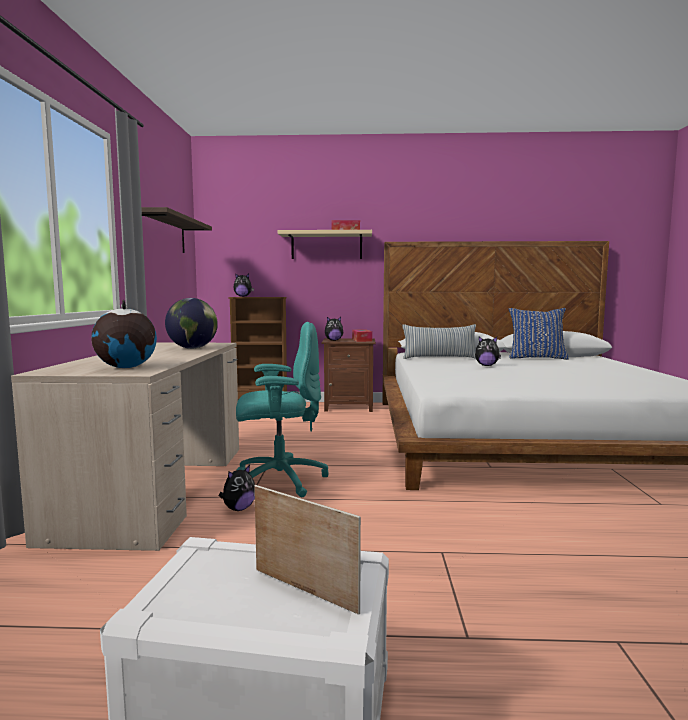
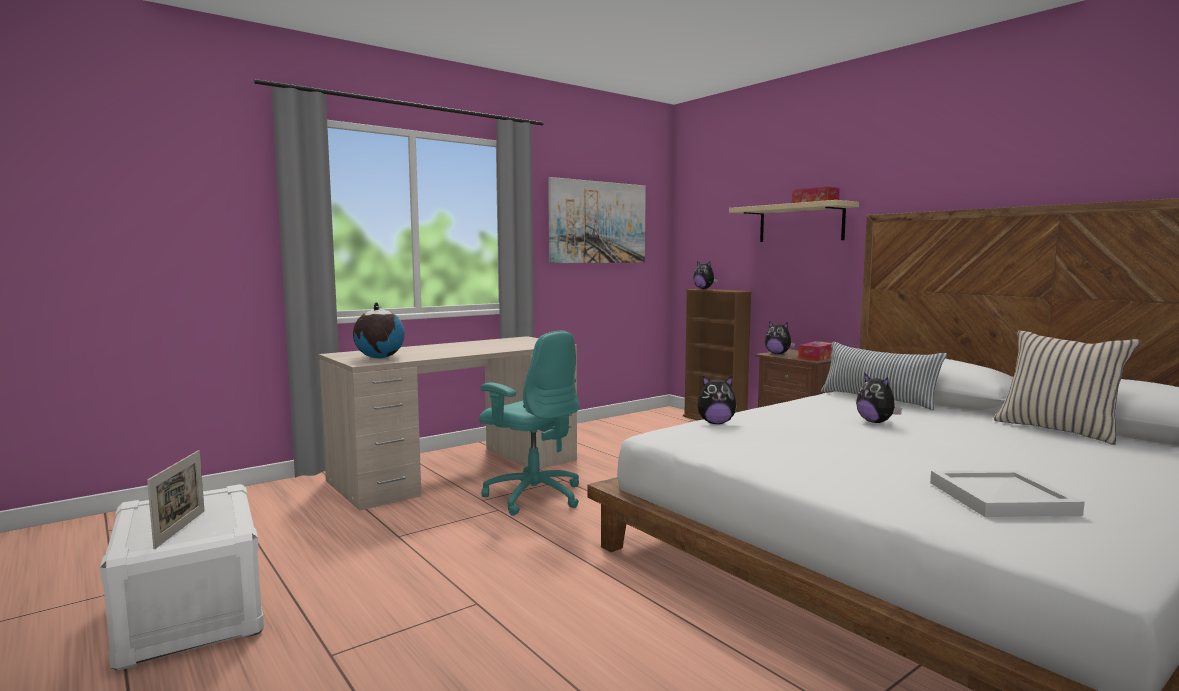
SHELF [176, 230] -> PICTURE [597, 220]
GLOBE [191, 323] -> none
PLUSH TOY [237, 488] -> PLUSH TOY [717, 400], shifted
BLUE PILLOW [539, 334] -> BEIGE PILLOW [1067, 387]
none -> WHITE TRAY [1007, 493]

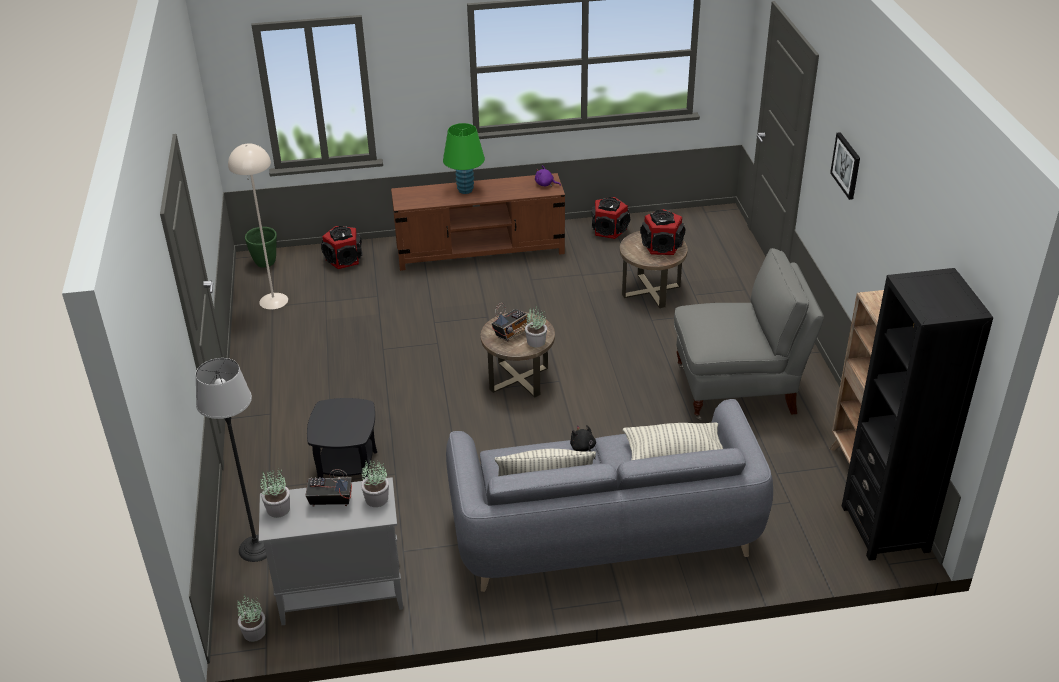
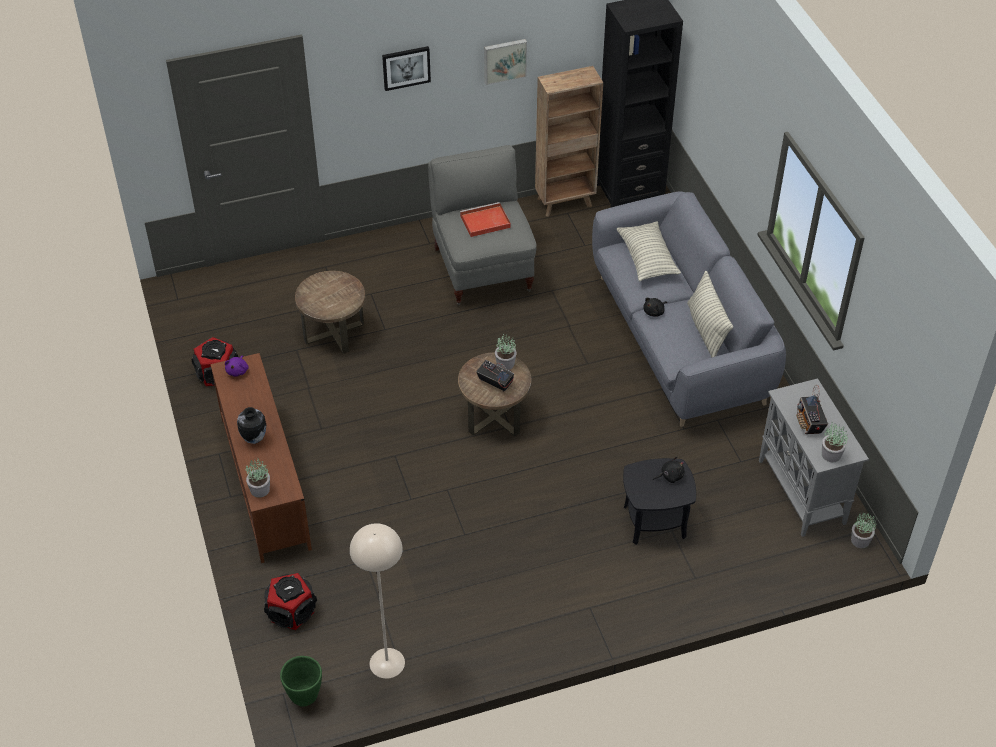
FLOOR LAMP [231, 460] -> none
POTTED PLANT [375, 483] -> POTTED PLANT [257, 478], shifted
GREEN TABLE LAMP [464, 158] -> VASE [251, 425]
SPEAKER [662, 232] -> none
none -> RED TRAY [485, 219]
none -> PICTURE [505, 62]
none -> BLACK PLUSH TOY [669, 470]

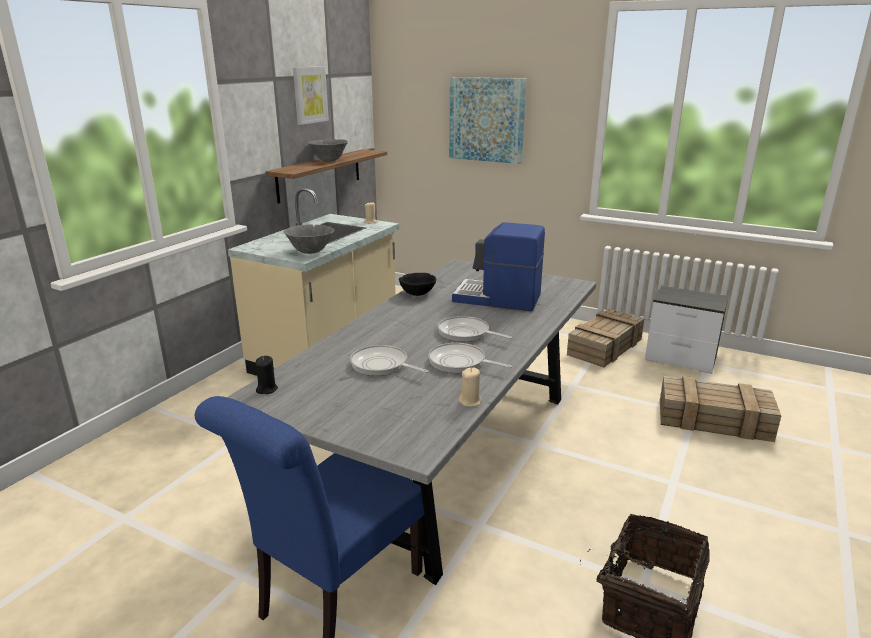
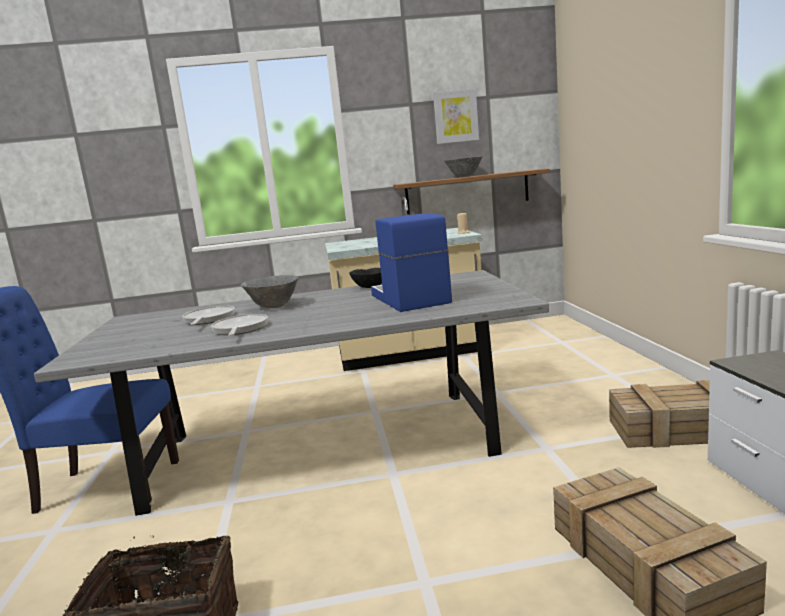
BLACK CANDLE [267, 375] -> none
GREY BOWL [309, 239] -> GREY BOWL [269, 291], shifted
FRYING PAN [475, 329] -> none
PICTURE [488, 120] -> none
BEIGE CANDLE [470, 387] -> none

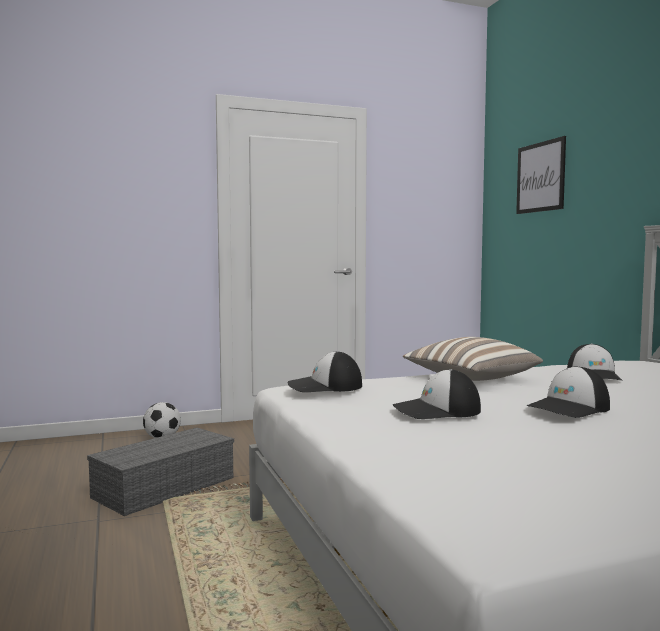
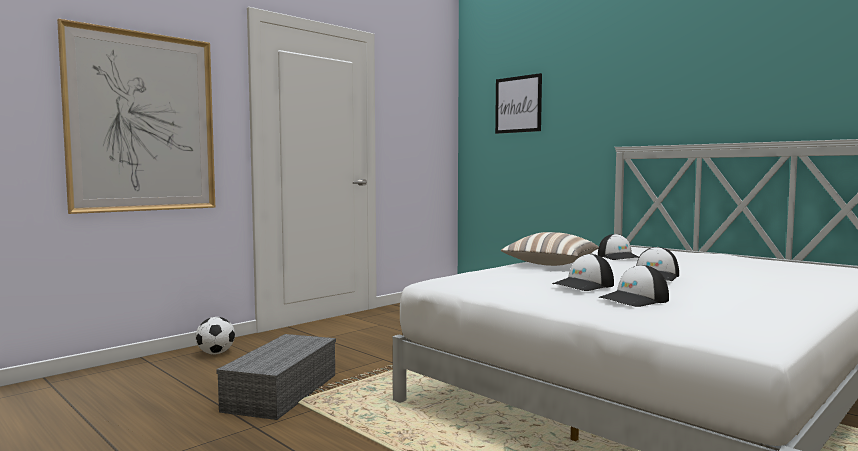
CAP [325, 371] -> CAP [633, 286], shifted
none -> PICTURE [136, 116]

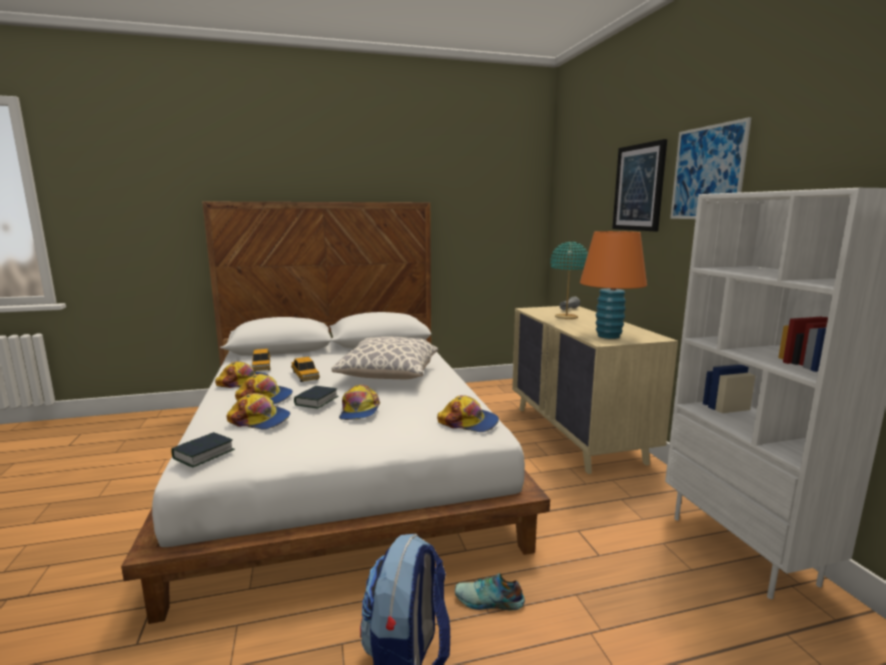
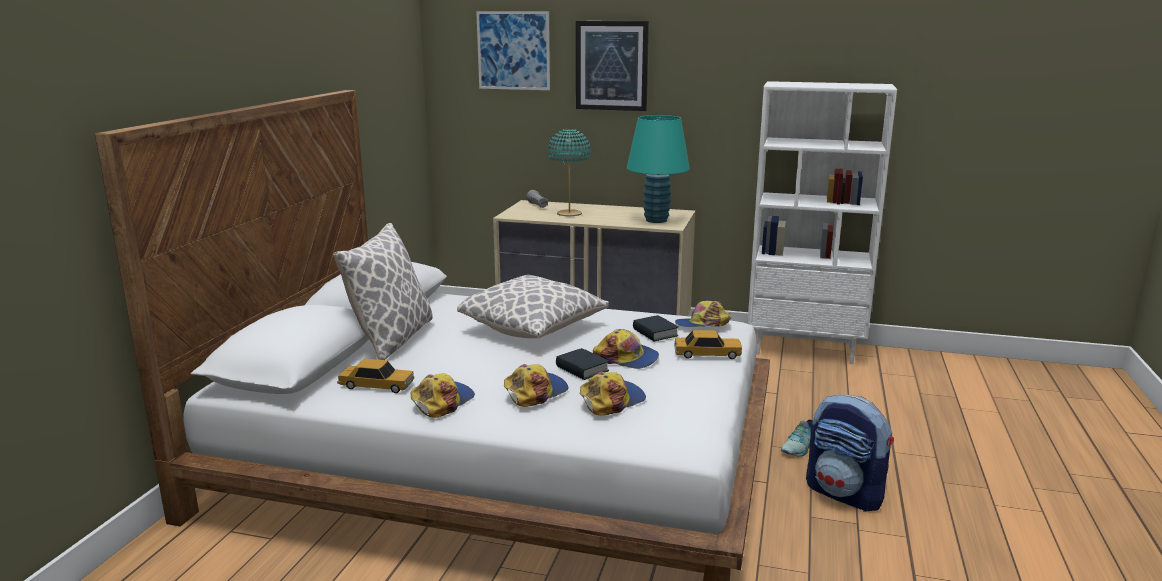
BOOK [203, 449] -> BOOK [656, 328], shifted
TOY CAR [305, 369] -> TOY CAR [708, 344], shifted
CAP [468, 413] -> CAP [703, 314], 150 degrees counterclockwise
ORANGE TABLE LAMP [613, 285] -> TURQUOISE TABLE LAMP [658, 169]
PICTURE [711, 168] -> PICTURE [513, 50], shifted
none -> PILLOW [383, 291]

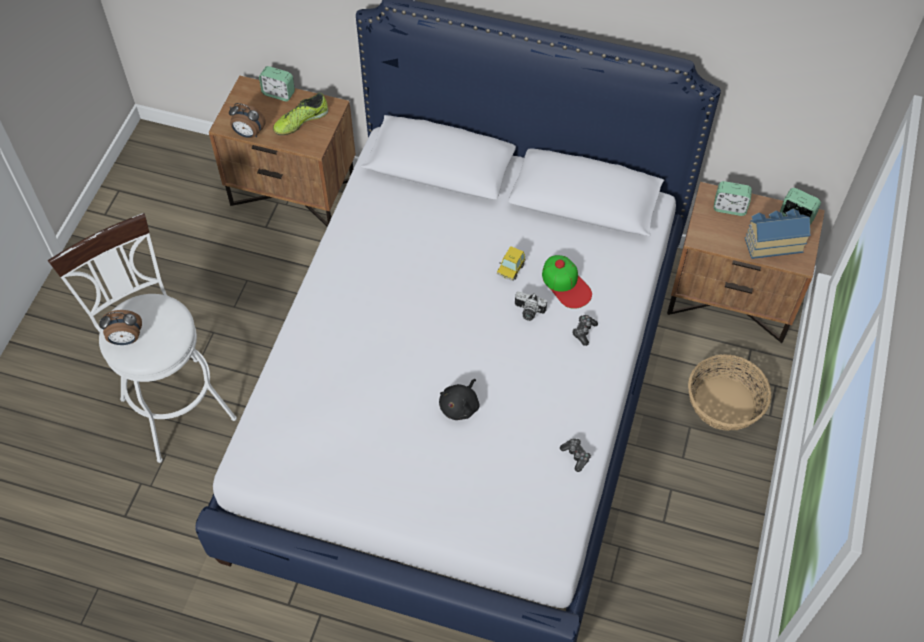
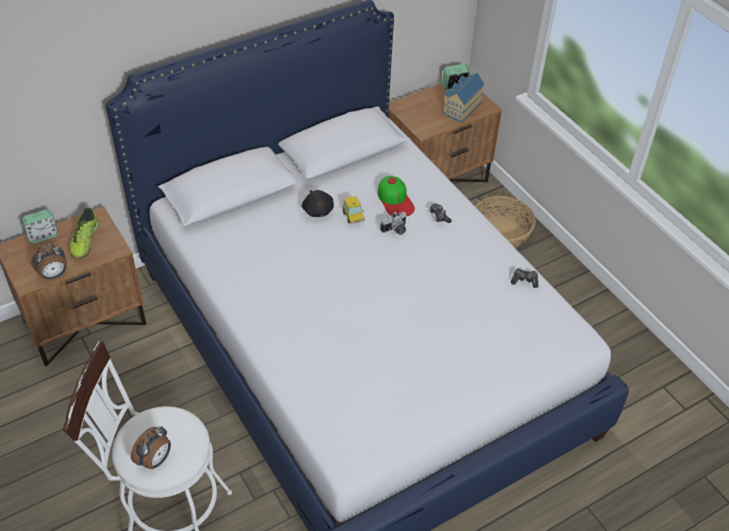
BLACK PLUSH TOY [459, 399] -> BLACK PLUSH TOY [318, 203], shifted
CAP [567, 282] -> CAP [396, 196], 60 degrees clockwise
ALARM CLOCK [733, 198] -> none

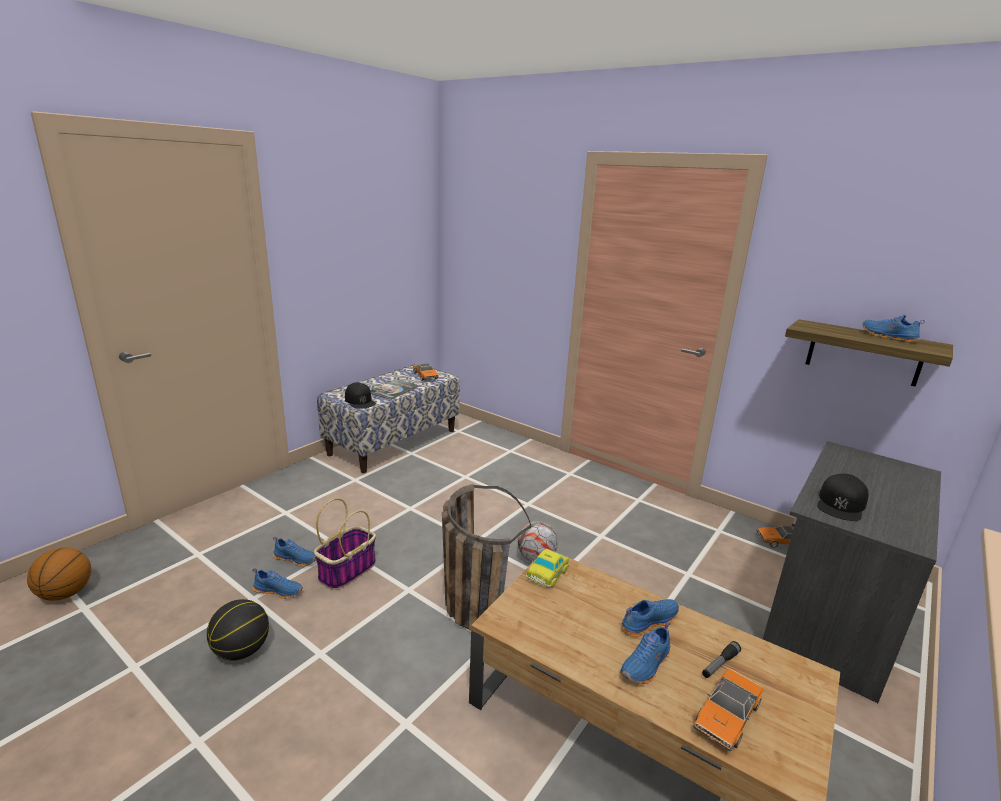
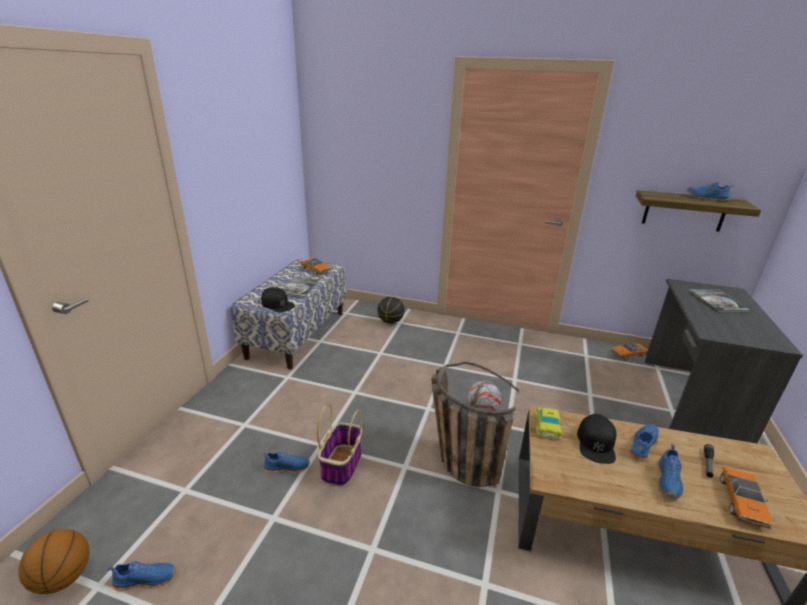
BASKETBALL [238, 630] -> BASKETBALL [390, 310], shifted
BLUE SHOE [278, 583] -> BLUE SHOE [142, 576], shifted
BLACK CAP [842, 497] -> BLACK CAP [596, 439], shifted
none -> BOOK [719, 300]

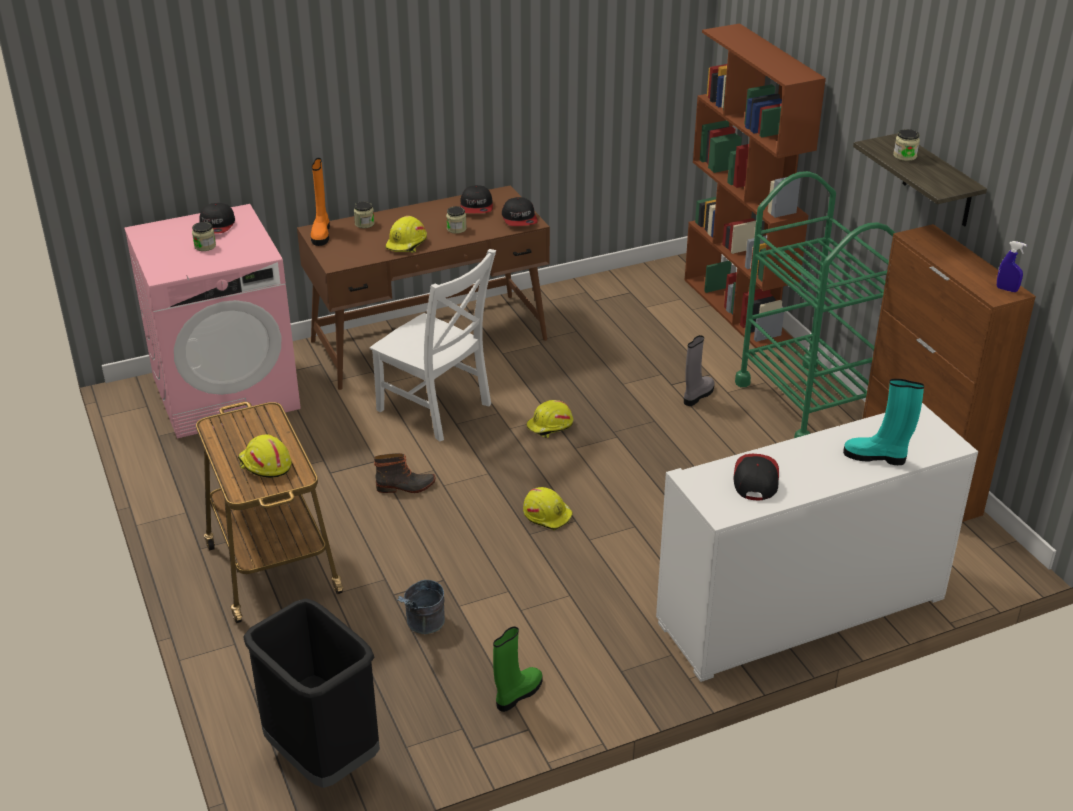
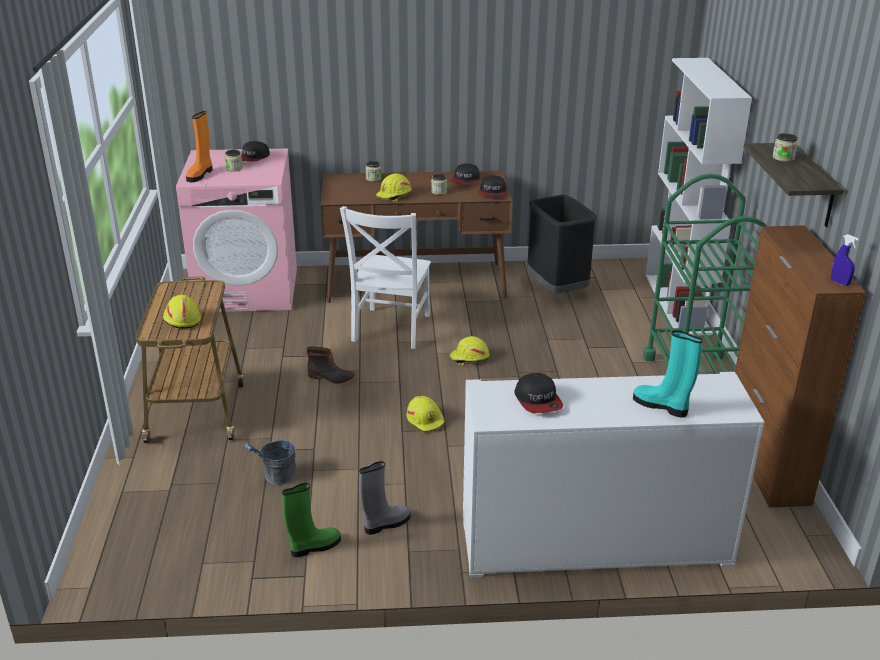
BLACK TRASH CAN [311, 693] -> BLACK TRASH CAN [562, 244], shifted
ORANGE BOOT [320, 202] -> ORANGE BOOT [199, 146], shifted
WHITE CHAIR [433, 345] -> WHITE CHAIR [385, 277], 45 degrees clockwise
GREY BOOT [699, 370] -> GREY BOOT [385, 498], shifted
BROWN BOOKCASE [755, 185] -> WHITE BOOKCASE [699, 197]
CAP [756, 477] -> CAP [538, 393], 135 degrees clockwise

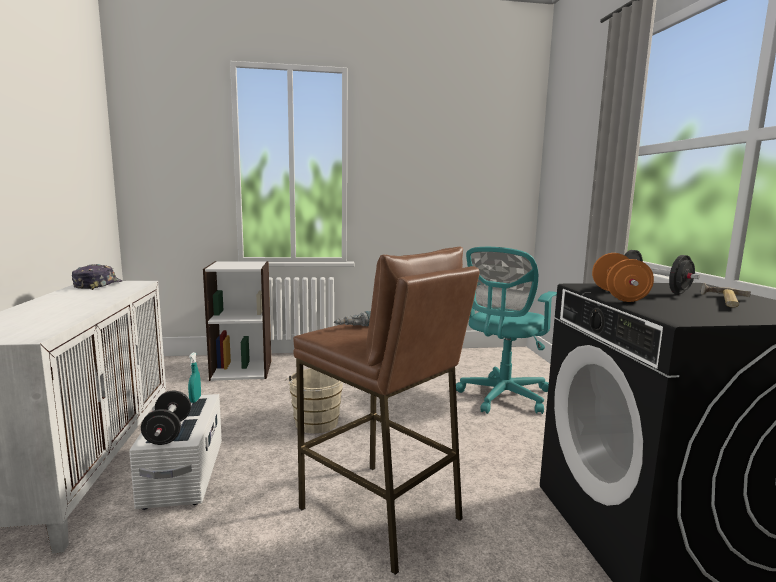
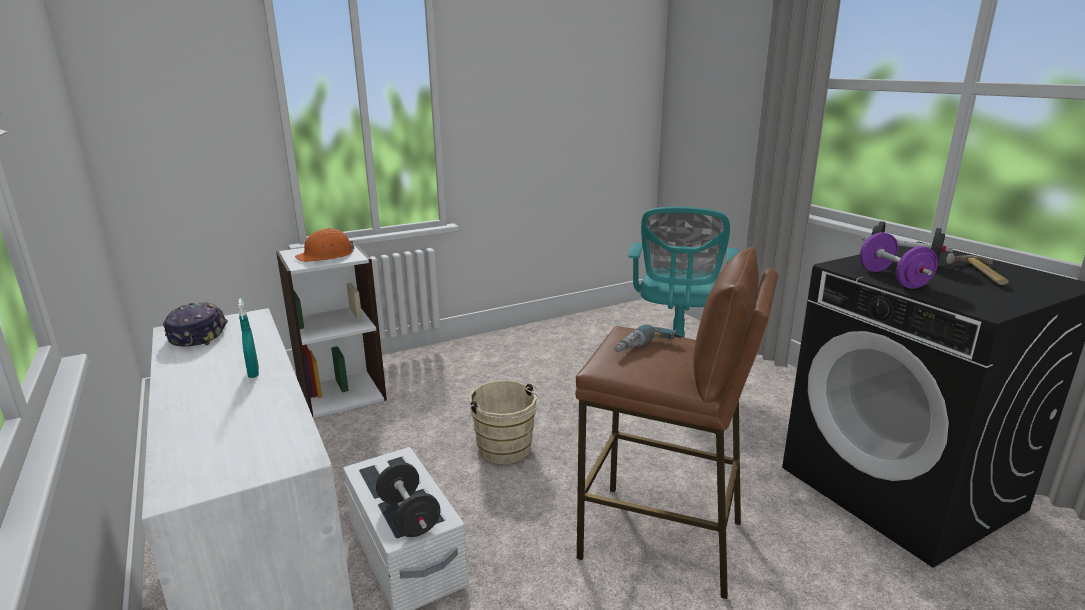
TURQUOISE SPRAY BOTTLE [194, 377] -> TURQUOISE SPRAY BOTTLE [248, 338], shifted
ORANGE DUMBBELL [623, 277] -> PURPLE DUMBBELL [898, 260]
none -> ORANGE HARD HAT [324, 245]

